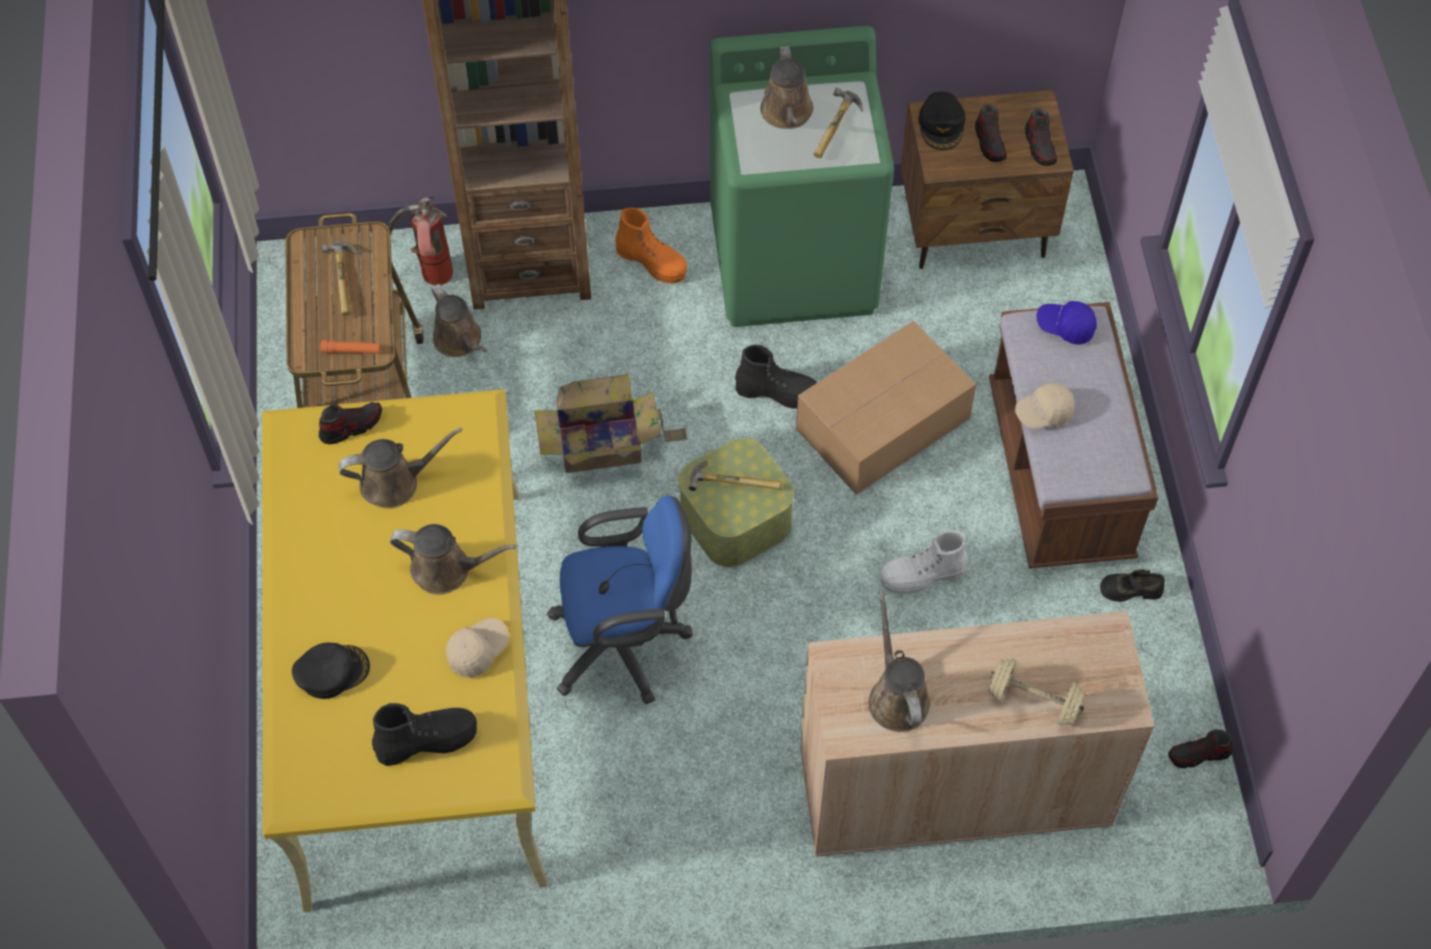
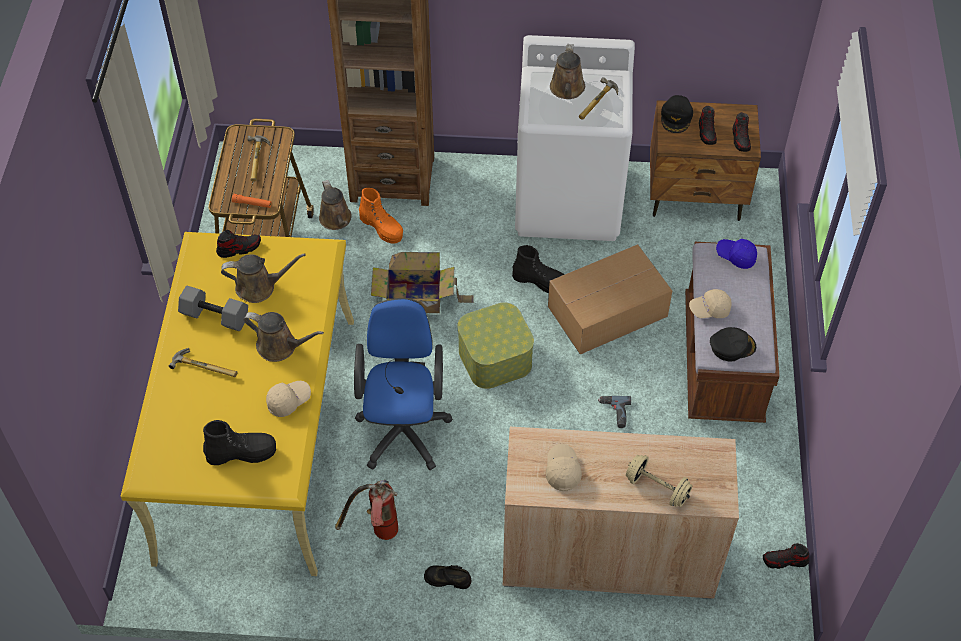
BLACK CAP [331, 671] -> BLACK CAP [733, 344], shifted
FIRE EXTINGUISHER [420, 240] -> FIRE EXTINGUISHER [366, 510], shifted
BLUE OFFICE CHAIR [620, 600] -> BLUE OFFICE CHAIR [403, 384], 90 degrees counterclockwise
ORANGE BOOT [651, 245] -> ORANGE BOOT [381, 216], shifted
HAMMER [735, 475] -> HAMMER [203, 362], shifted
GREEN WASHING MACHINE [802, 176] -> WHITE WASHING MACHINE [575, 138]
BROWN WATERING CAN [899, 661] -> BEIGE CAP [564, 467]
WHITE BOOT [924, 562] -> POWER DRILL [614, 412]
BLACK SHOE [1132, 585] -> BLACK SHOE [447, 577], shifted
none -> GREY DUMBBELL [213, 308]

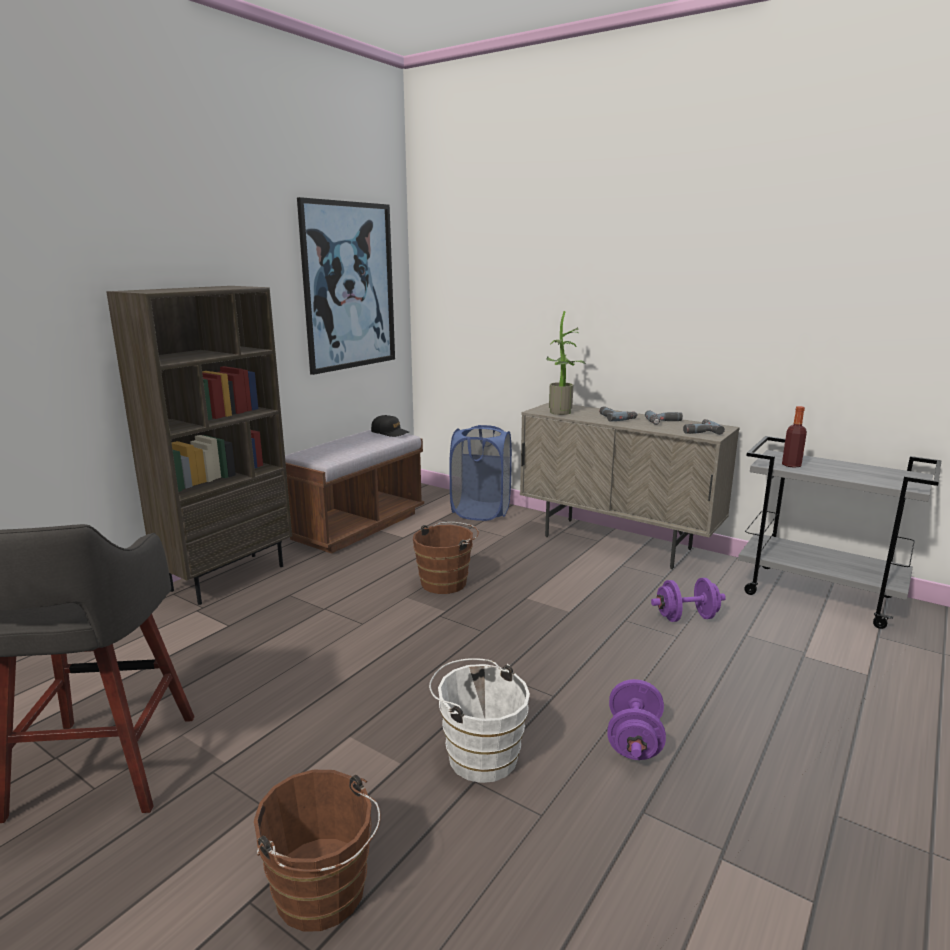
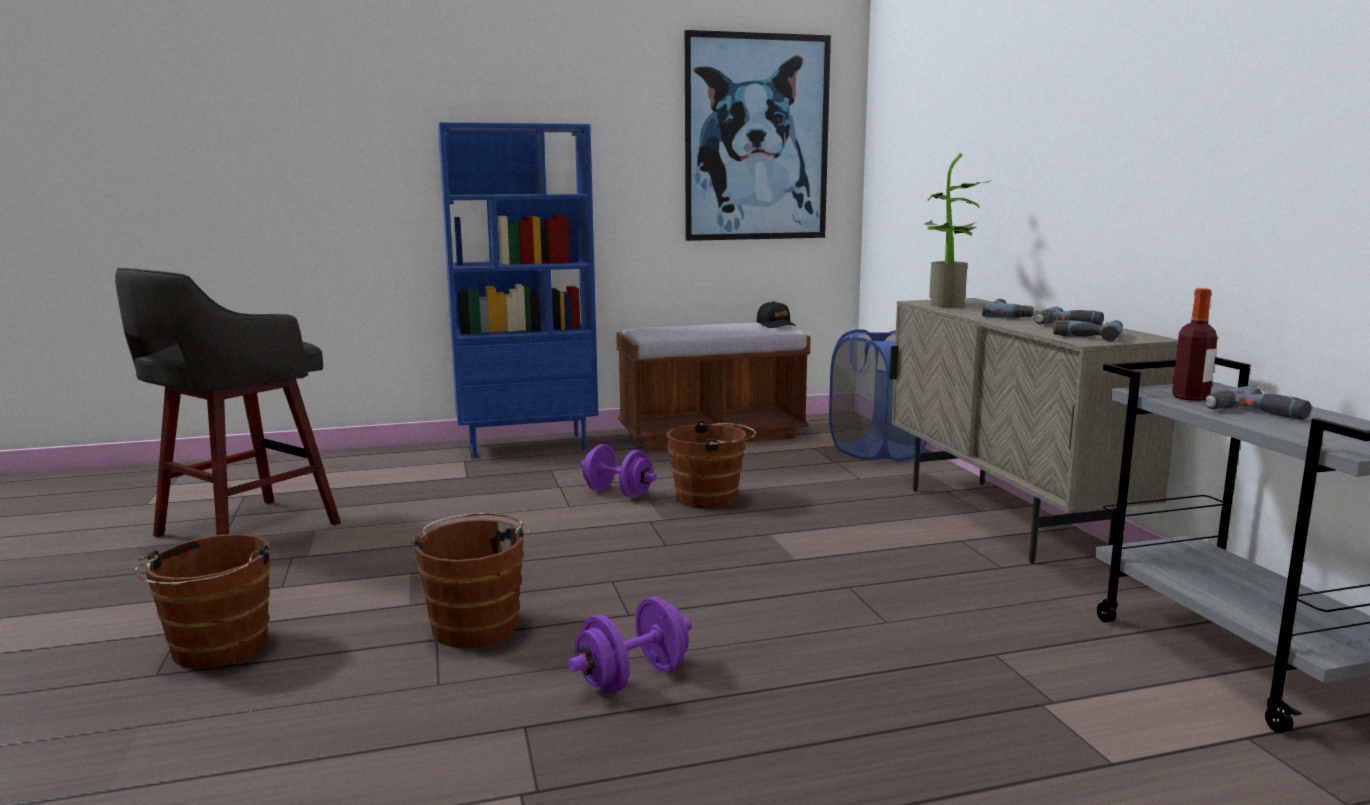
BROWN BOOKCASE [199, 445] -> BLUE BOOKCASE [518, 290]
WHITE BUCKET [479, 720] -> BROWN BUCKET [470, 580]
PURPLE DUMBBELL [688, 600] -> PURPLE DUMBBELL [619, 471], shifted
none -> POWER DRILL [1258, 403]

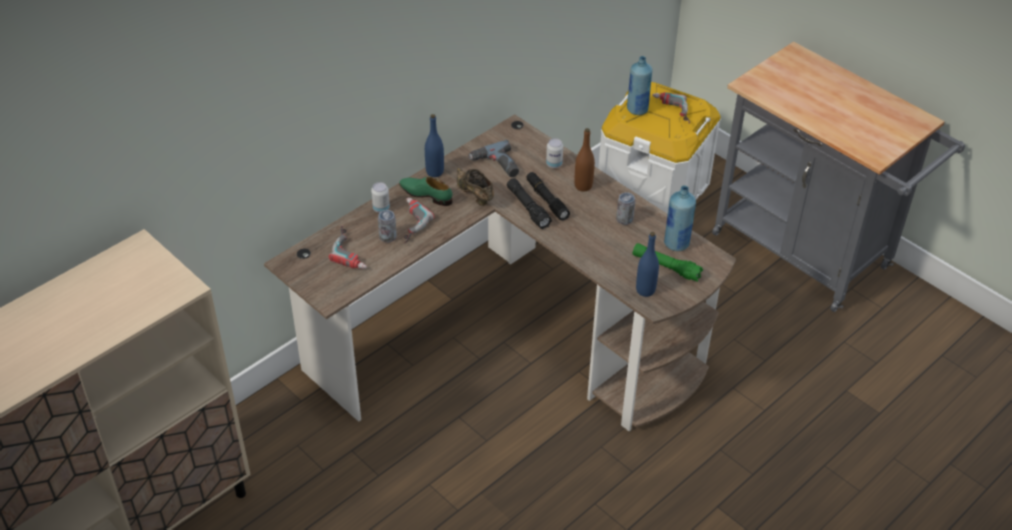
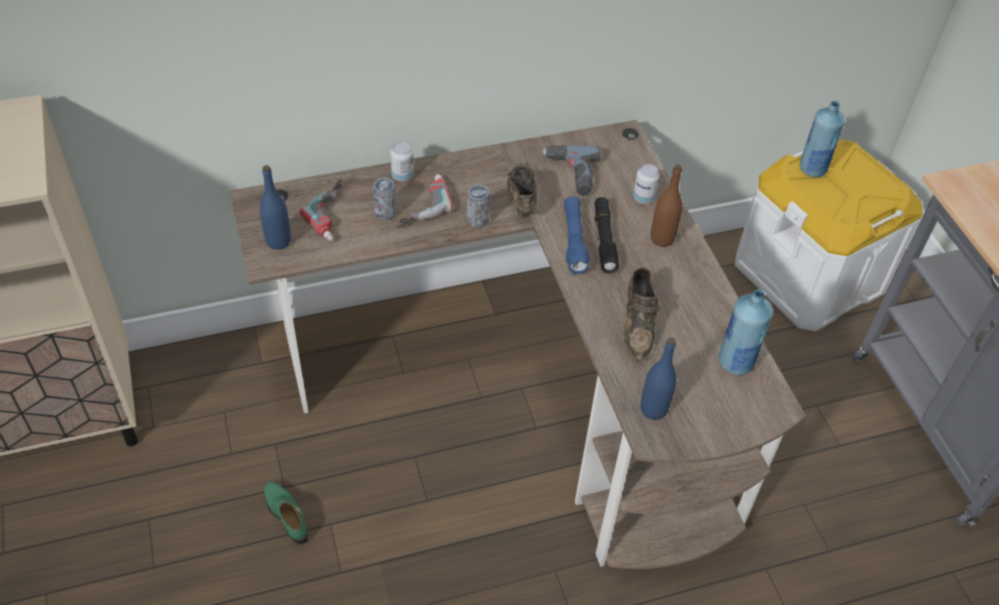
GREEN SHOE [425, 191] -> GREEN SHOE [286, 513], shifted
BLUE BOTTLE [434, 145] -> BLUE BOTTLE [275, 207], shifted
BLACK FLASHLIGHT [529, 203] -> BLUE FLASHLIGHT [577, 235]
CAN [625, 209] -> CAN [478, 206], shifted
GREEN FLASHLIGHT [668, 262] -> none
POWER DRILL [671, 108] -> none
none -> BROWN SHOE [642, 314]

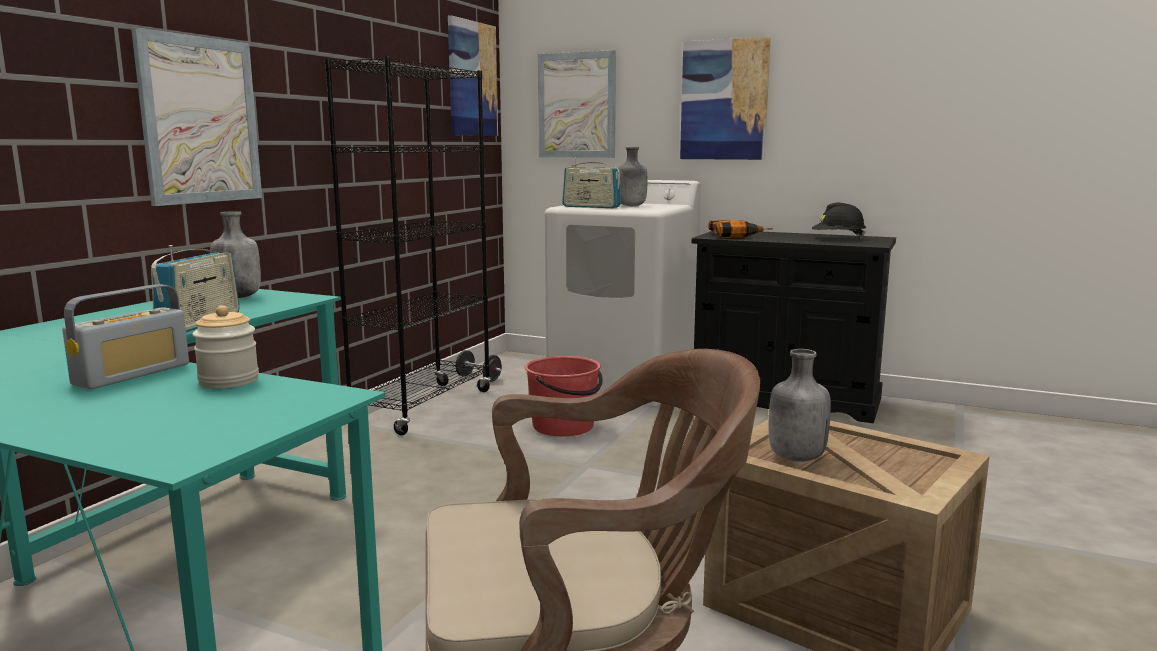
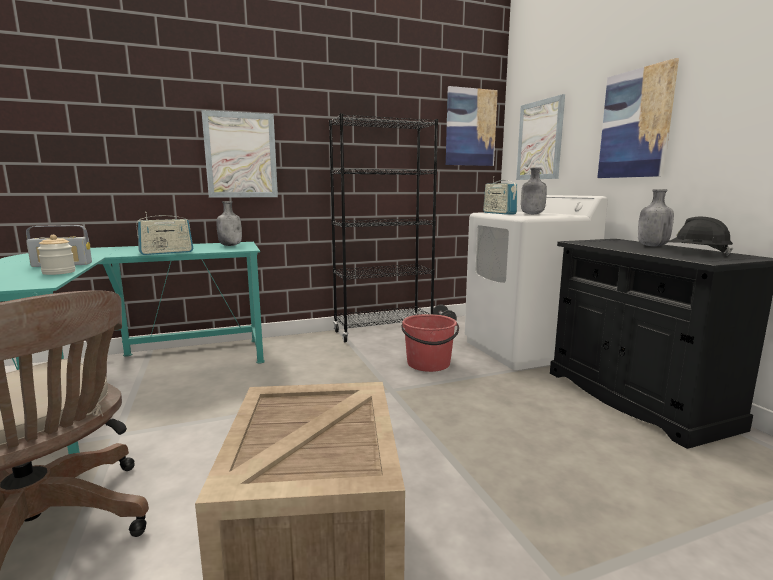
POWER DRILL [740, 229] -> none
GREY BOTTLE [800, 405] -> GREY BOTTLE [656, 217], shifted

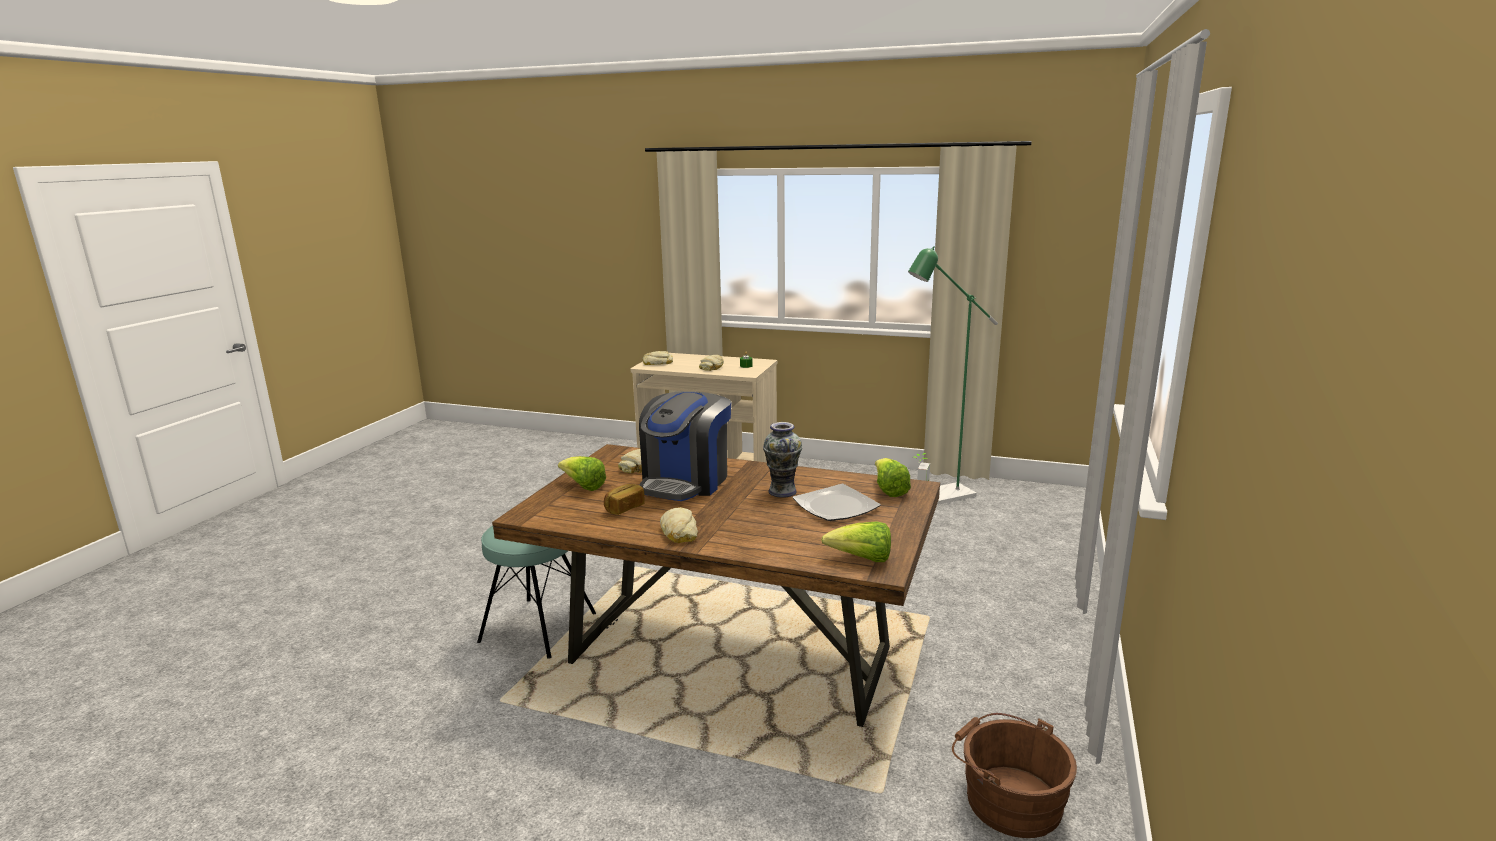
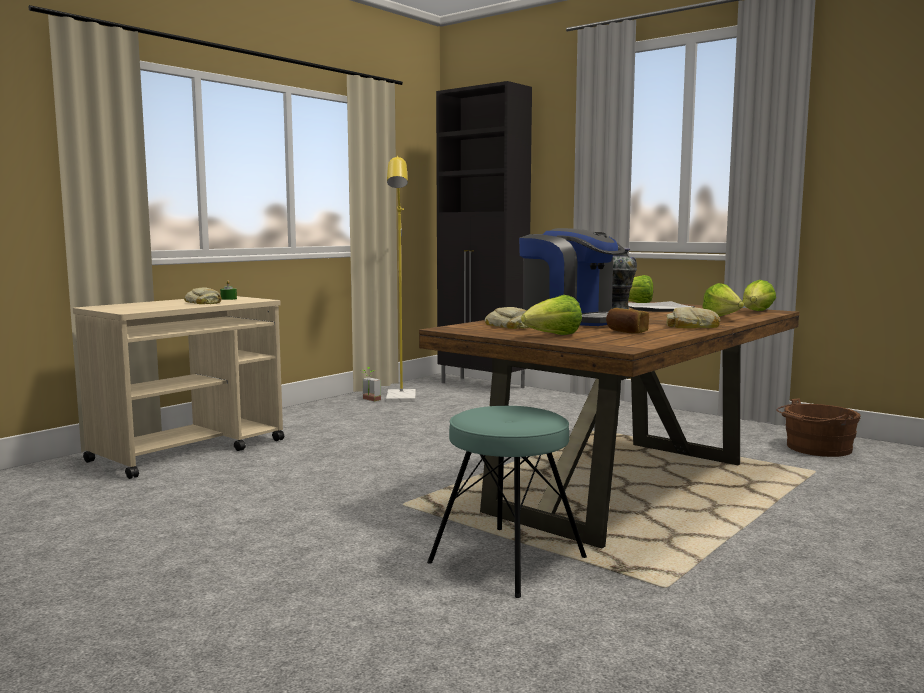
BREAD [657, 358] -> none
GREEN FLOOR LAMP [953, 375] -> YELLOW FLOOR LAMP [401, 279]
none -> BLACK CABINET [484, 234]
none -> LETTUCE [723, 299]

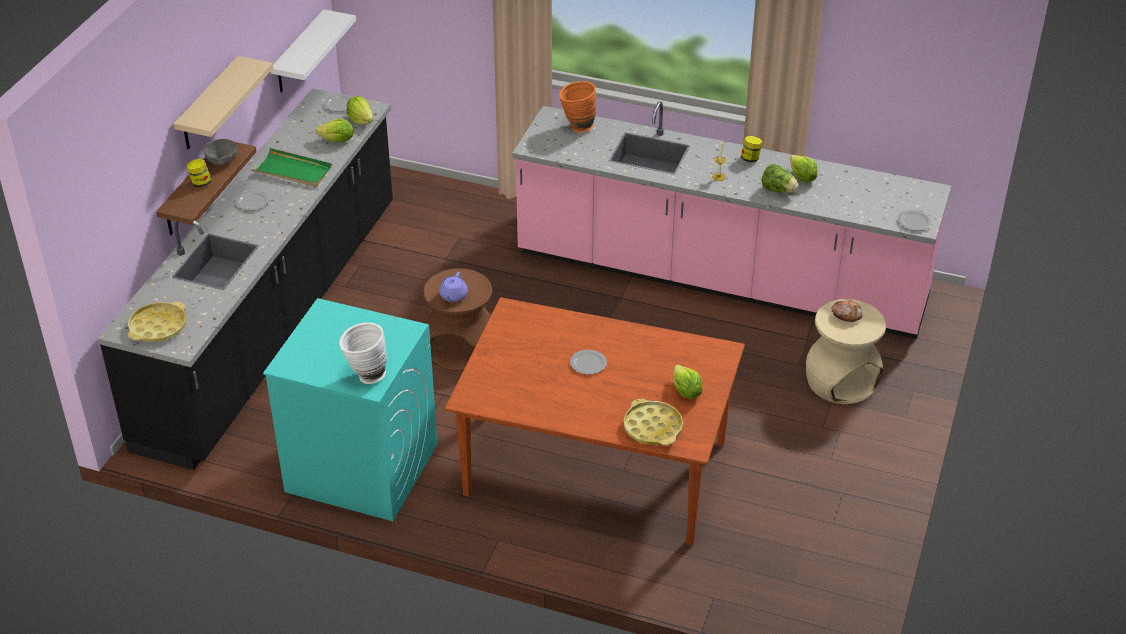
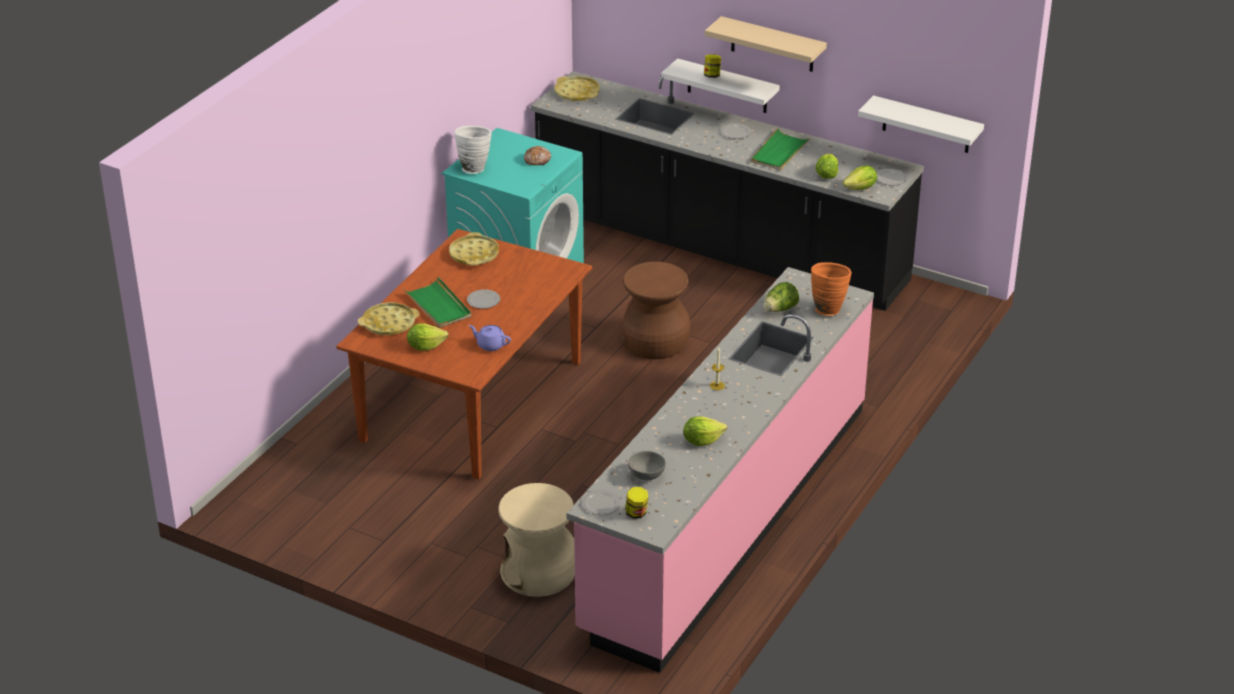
BROWN SHELF [206, 188] -> WHITE SHELF [720, 85]
GREY BOWL [221, 152] -> GREY BOWL [647, 465], shifted
PURPLE TEAPOT [453, 287] -> PURPLE TEAPOT [490, 338], shifted
JAR [752, 149] -> JAR [636, 503], shifted
LETTUCE [780, 178] -> LETTUCE [781, 297], shifted
BREAD [846, 310] -> BREAD [537, 155], shifted
none -> GREEN TRAY [437, 302]
none -> YELLOW TRAY [474, 249]

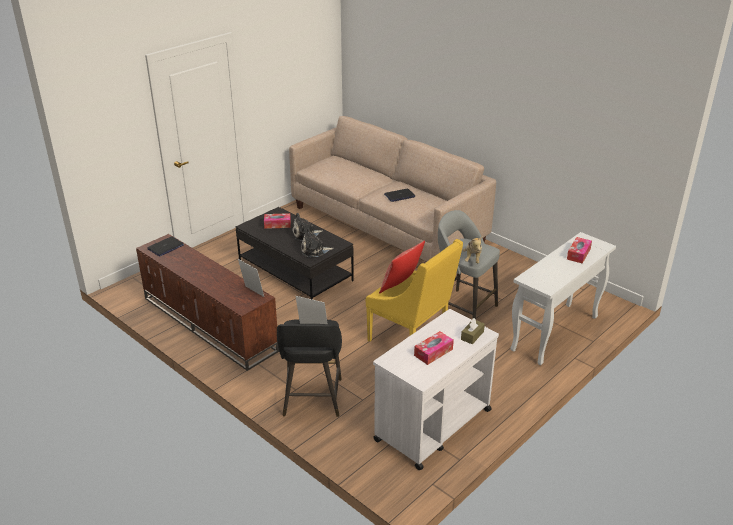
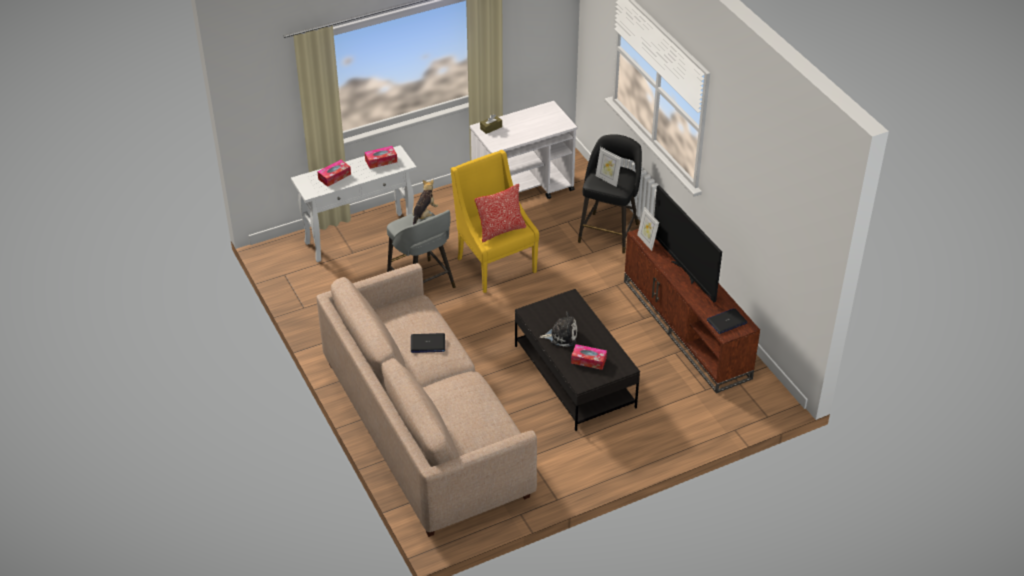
PLUSH TOY [317, 242] -> none
TISSUE BOX [434, 348] -> TISSUE BOX [381, 157], shifted
none -> TELEVISION [688, 243]

